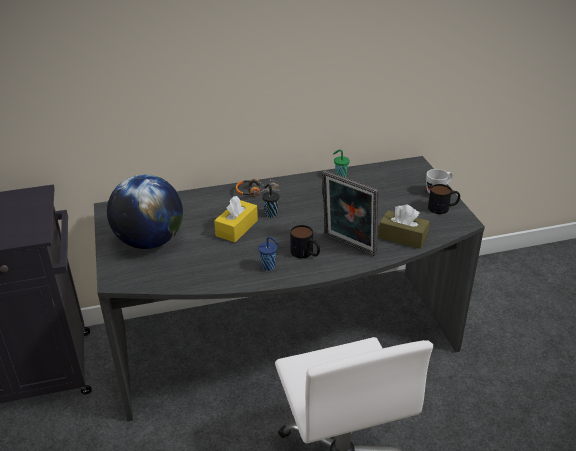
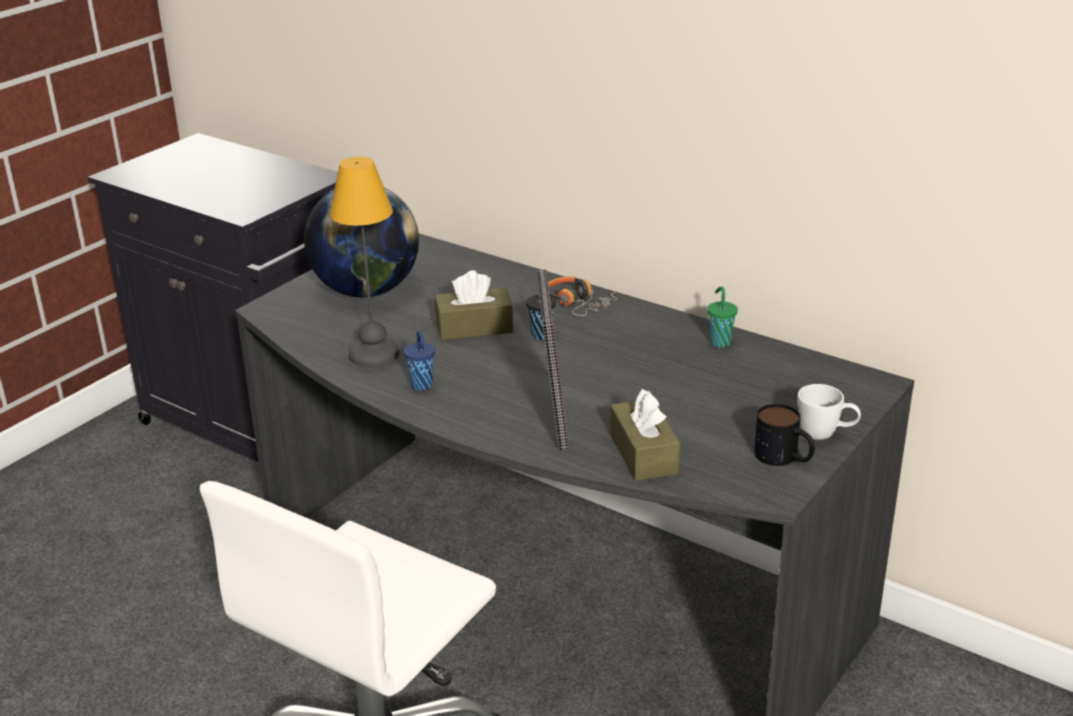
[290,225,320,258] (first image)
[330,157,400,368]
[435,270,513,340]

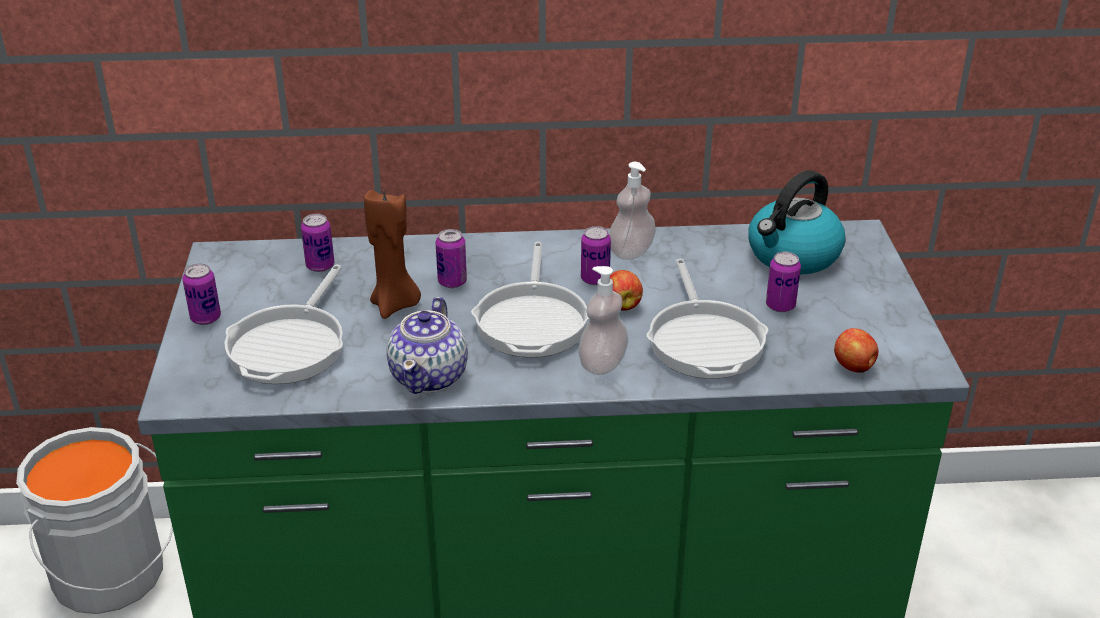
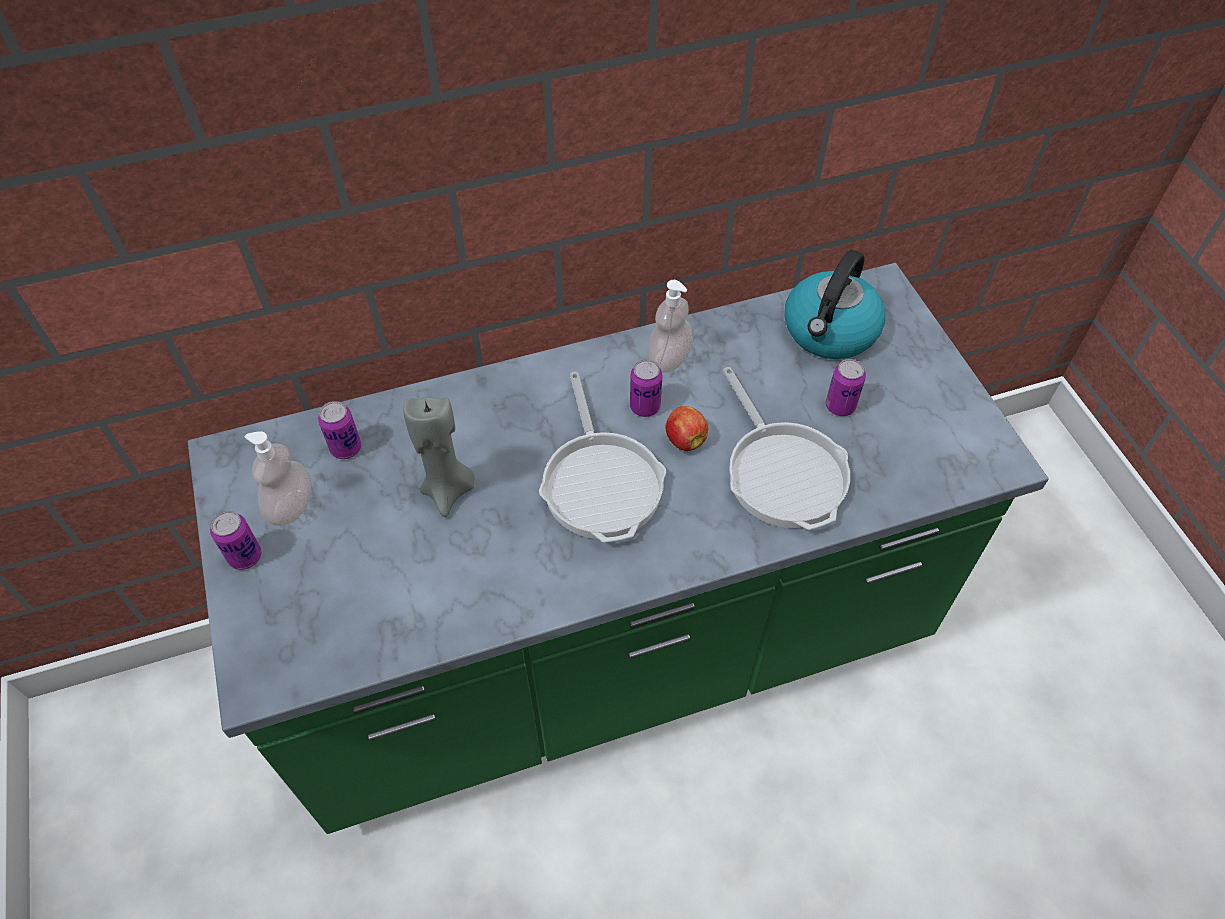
[16,427,173,614] (first image)
[225,265,343,384] (first image)
[386,297,468,394] (first image)
[436,229,467,288] (first image)
[834,328,878,373] (first image)
[244,431,311,526]
[403,397,474,517]

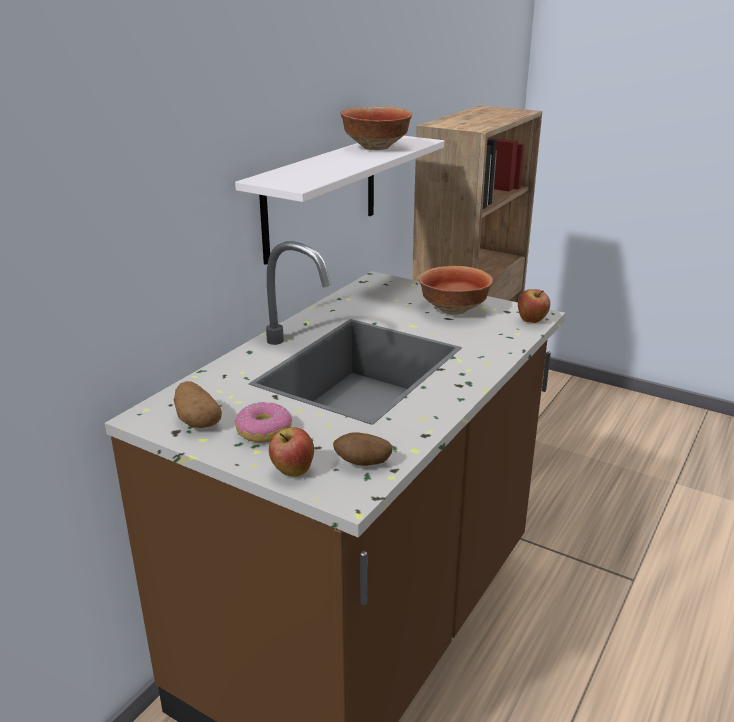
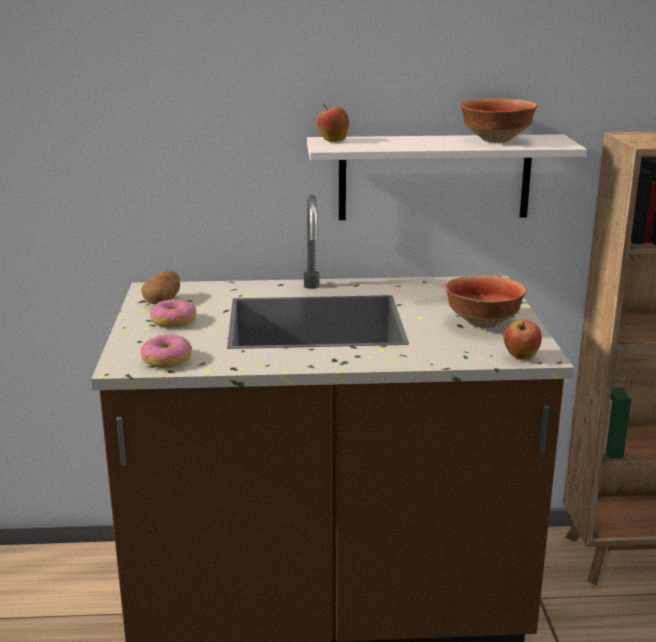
[316,103,349,142]
[141,334,192,368]

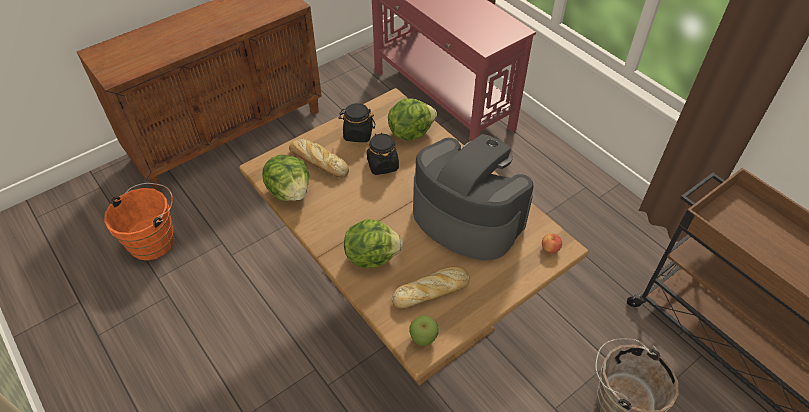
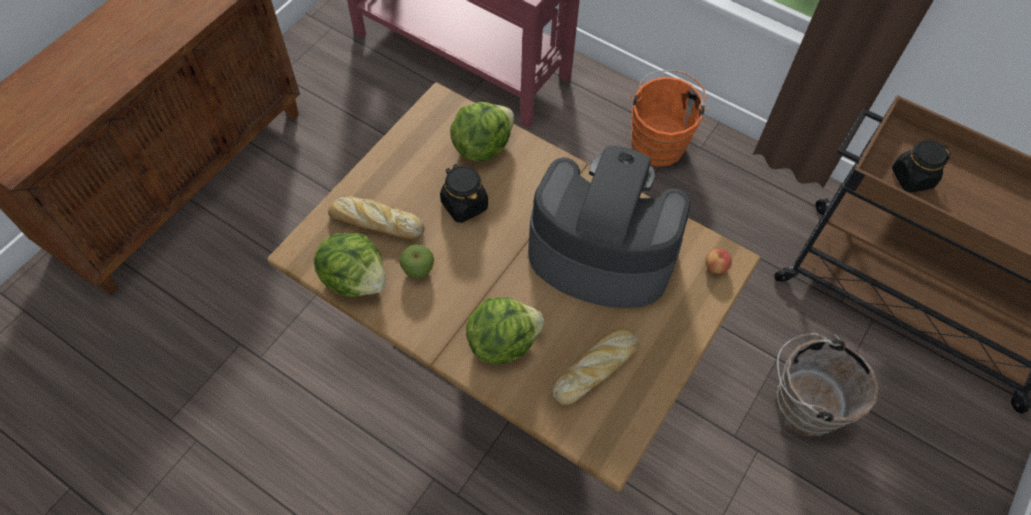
[631,70,710,167]
[892,140,951,192]
[399,244,434,279]

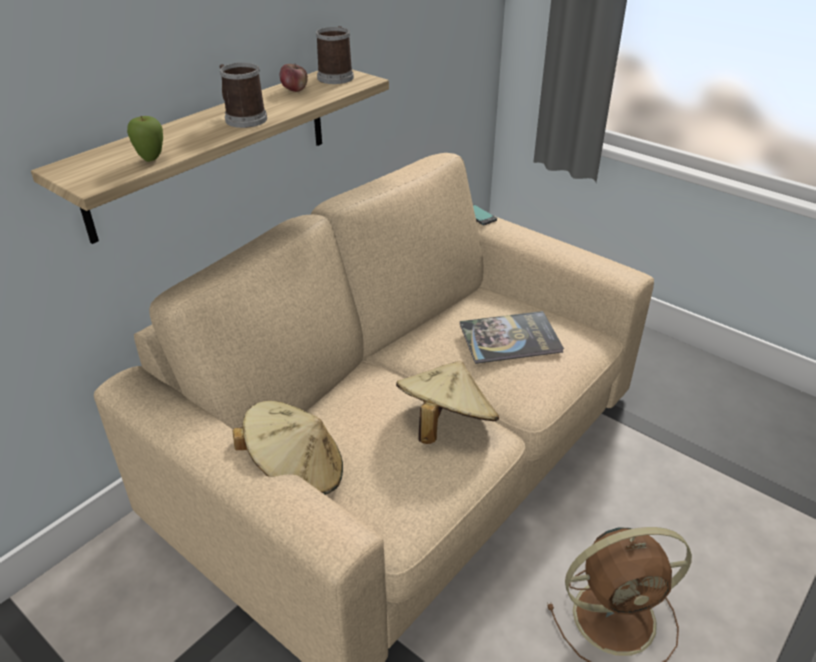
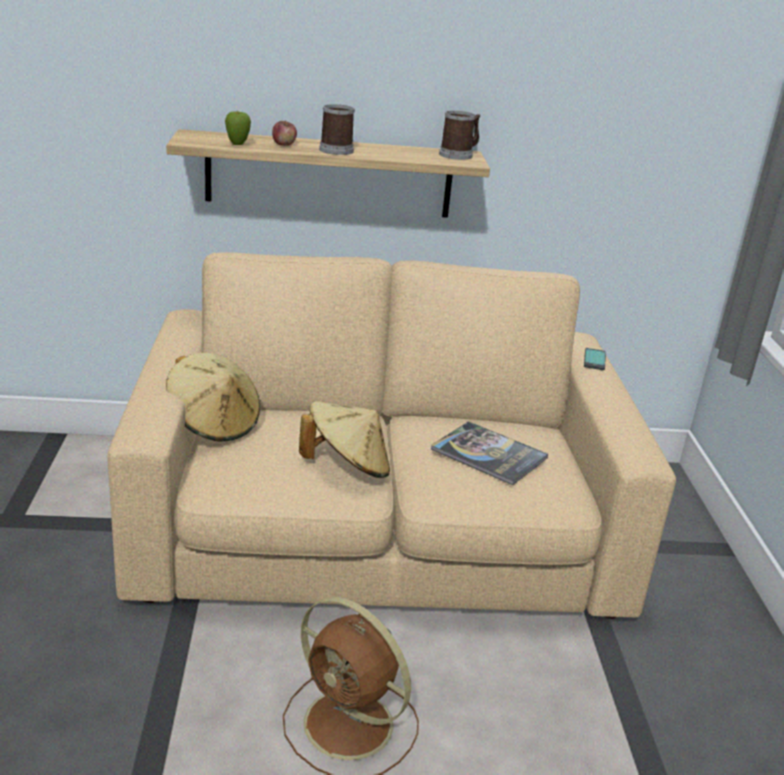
[272,121,297,146]

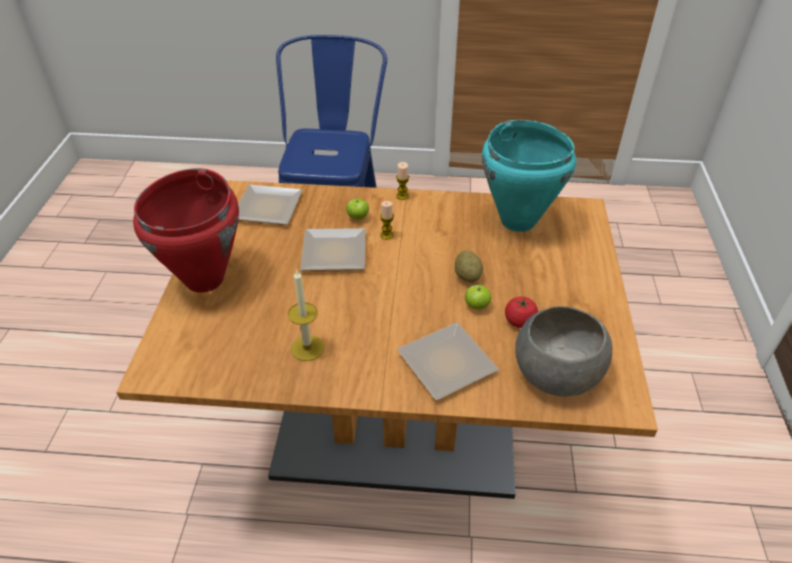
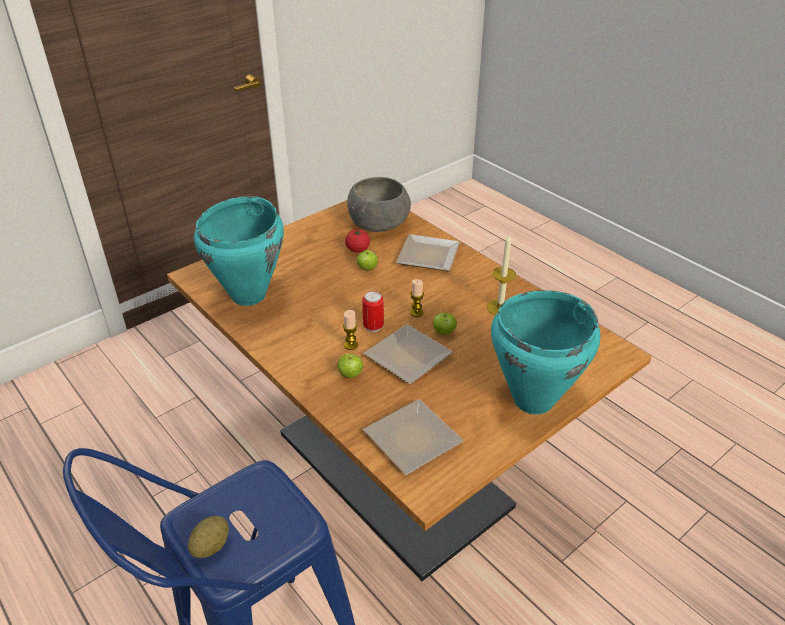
[362,291,384,332]
[433,311,457,335]
[410,279,424,317]
[188,516,229,558]
[491,290,600,414]

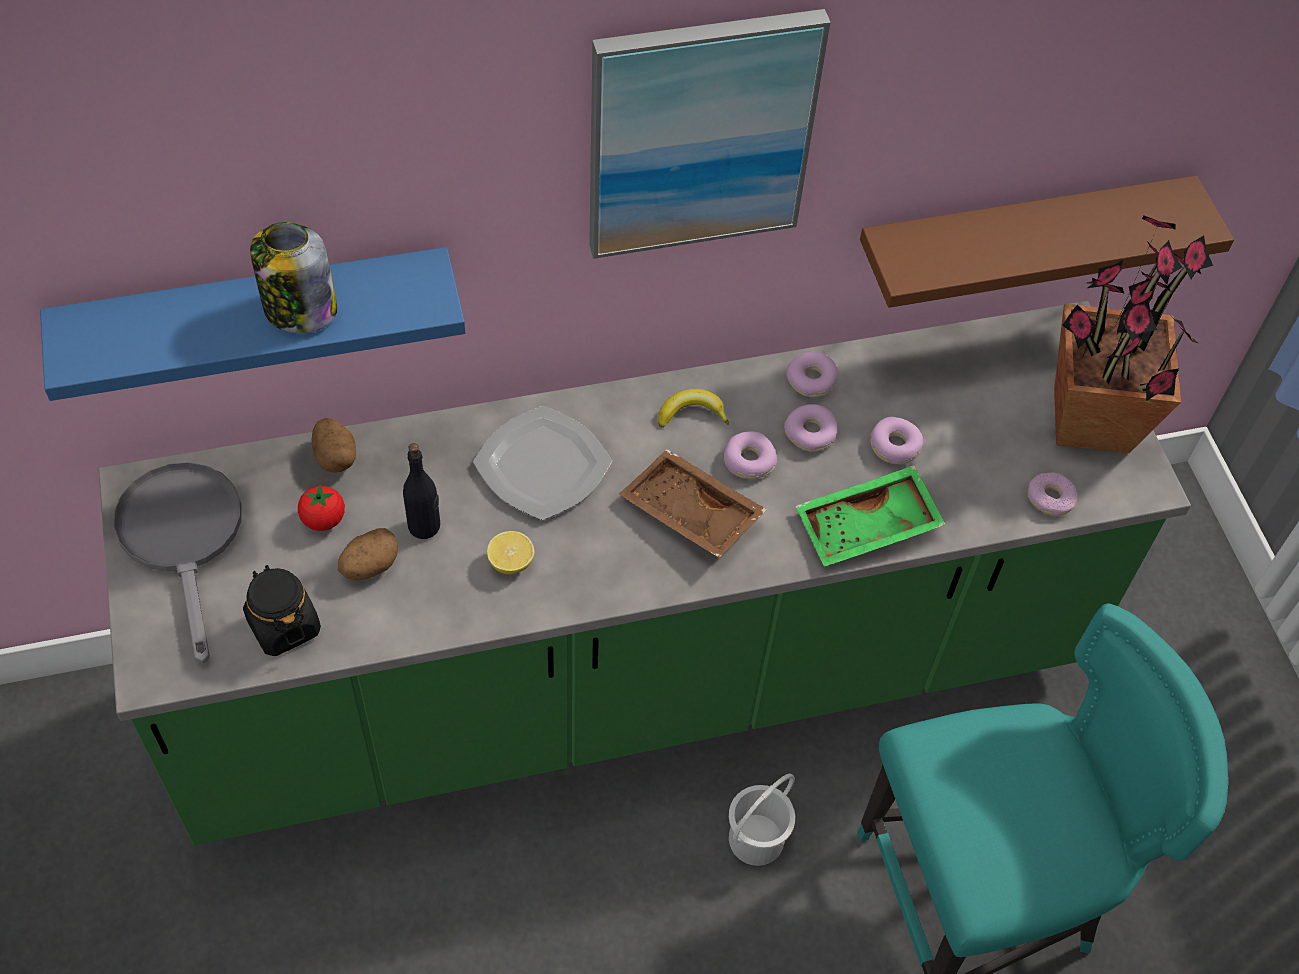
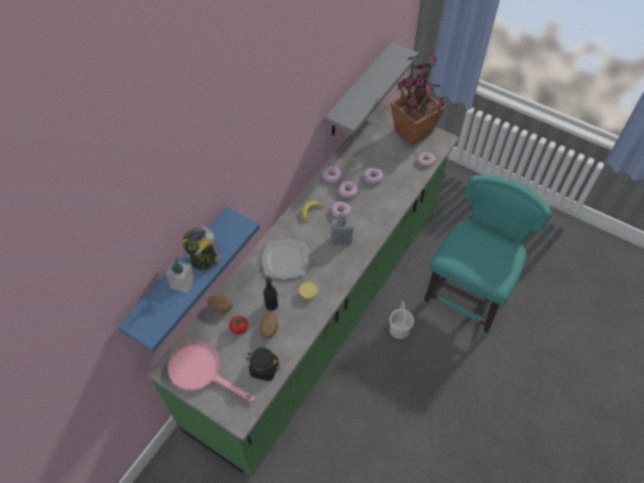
[589,9,830,259] (first image)
[796,465,946,567] (first image)
[166,258,195,293]
[330,213,354,245]
[168,341,255,402]
[325,42,419,136]

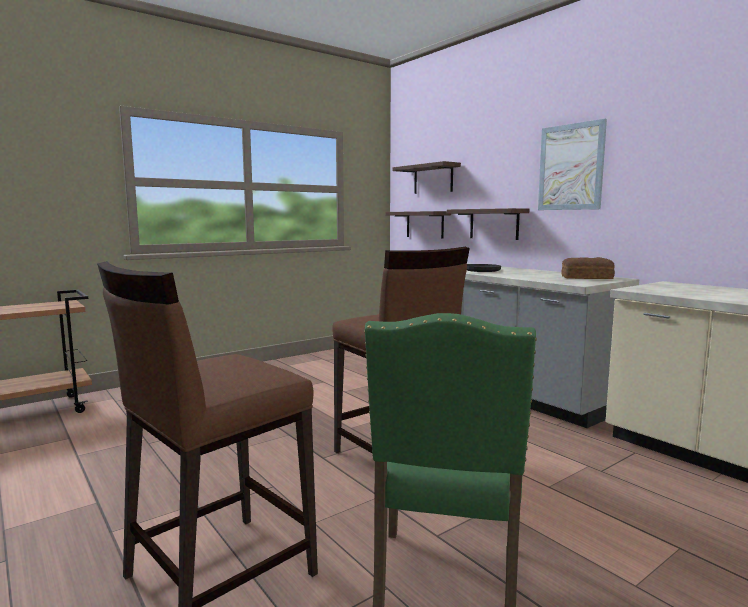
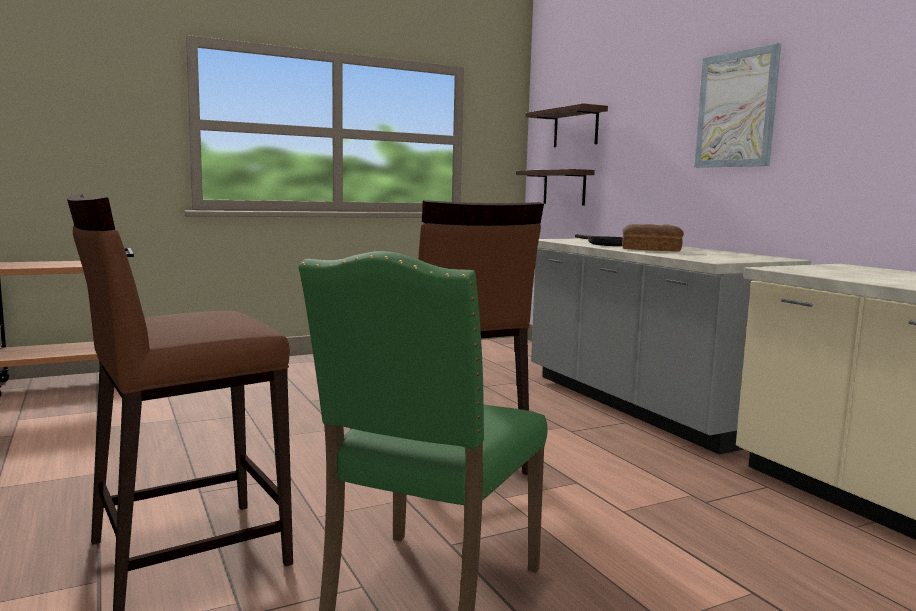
[447,208,529,240] (first image)
[622,224,684,252]

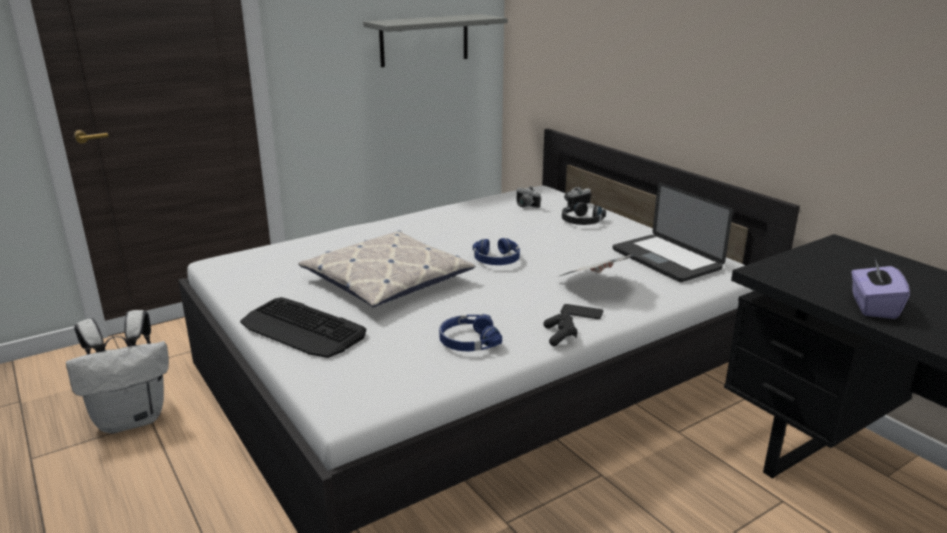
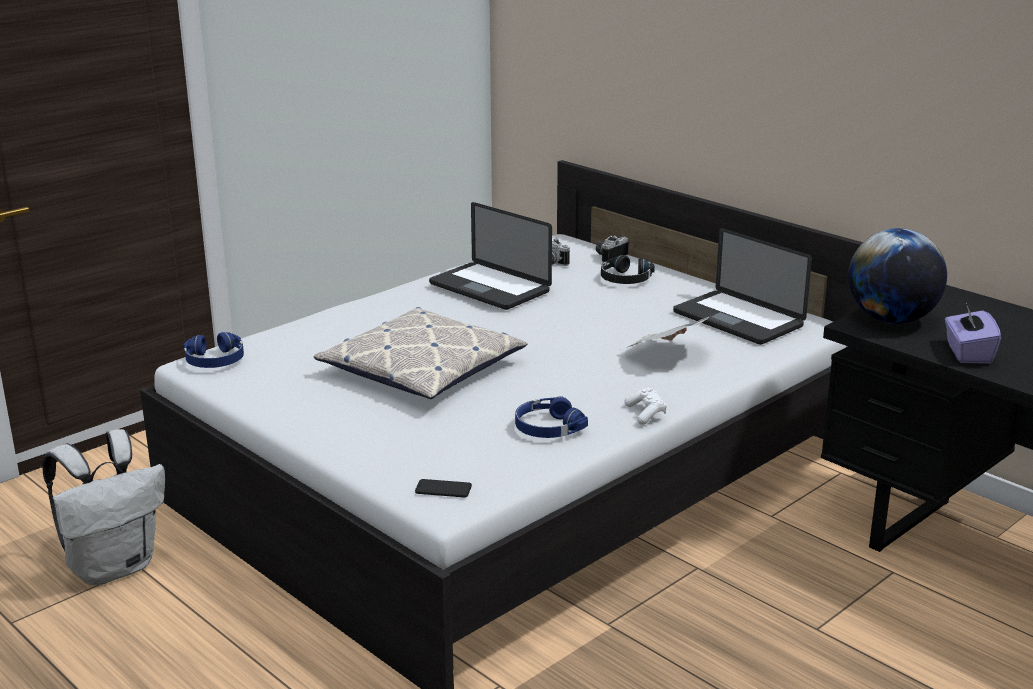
[240,297,366,358] (first image)
[363,14,507,67] (first image)
[429,202,552,310]
[848,228,947,324]
[184,332,244,368]
[415,479,472,497]
[624,388,667,425]

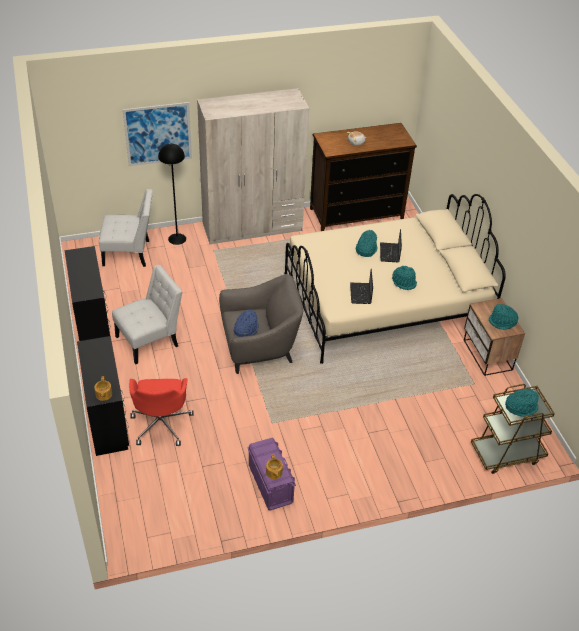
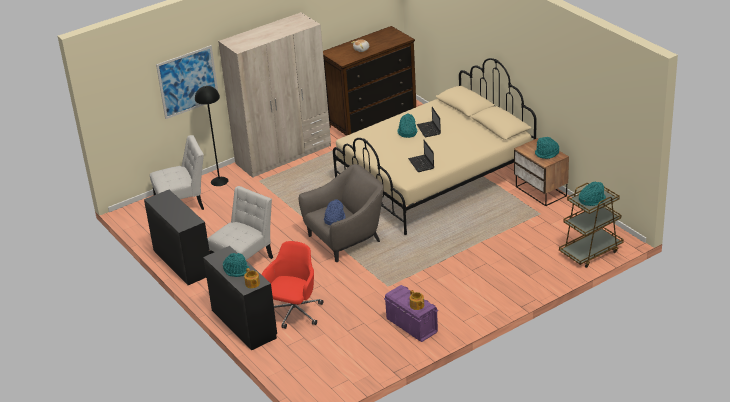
[223,253,250,277]
[261,241,323,329]

